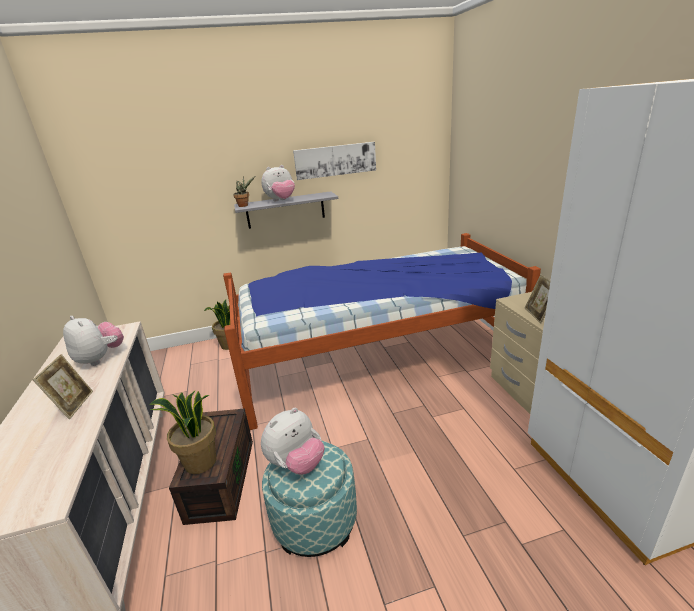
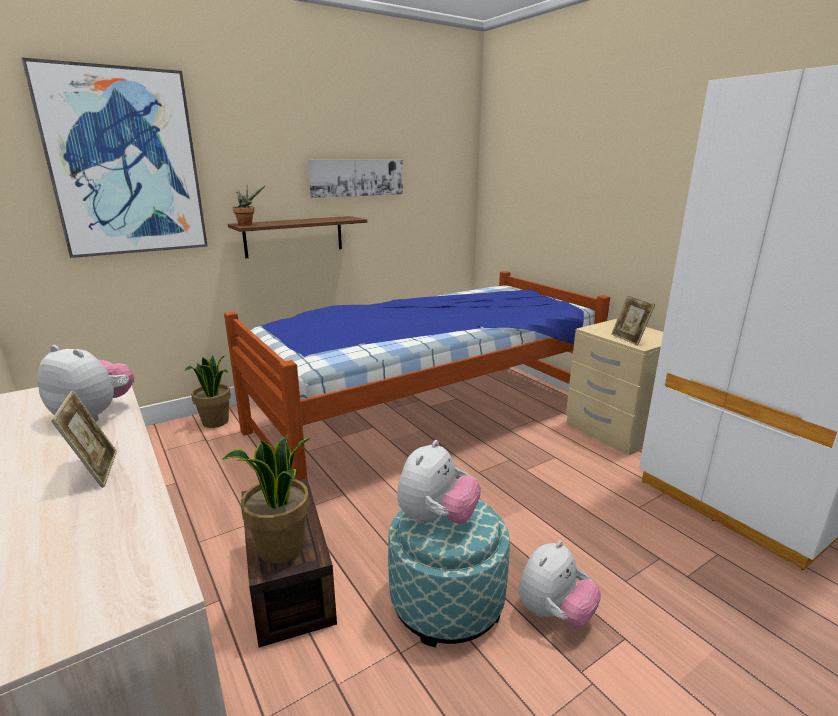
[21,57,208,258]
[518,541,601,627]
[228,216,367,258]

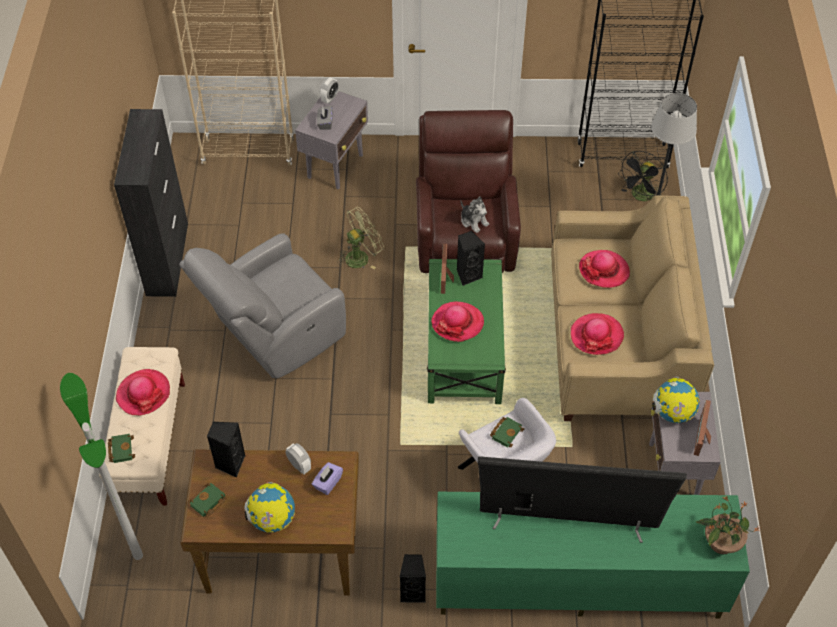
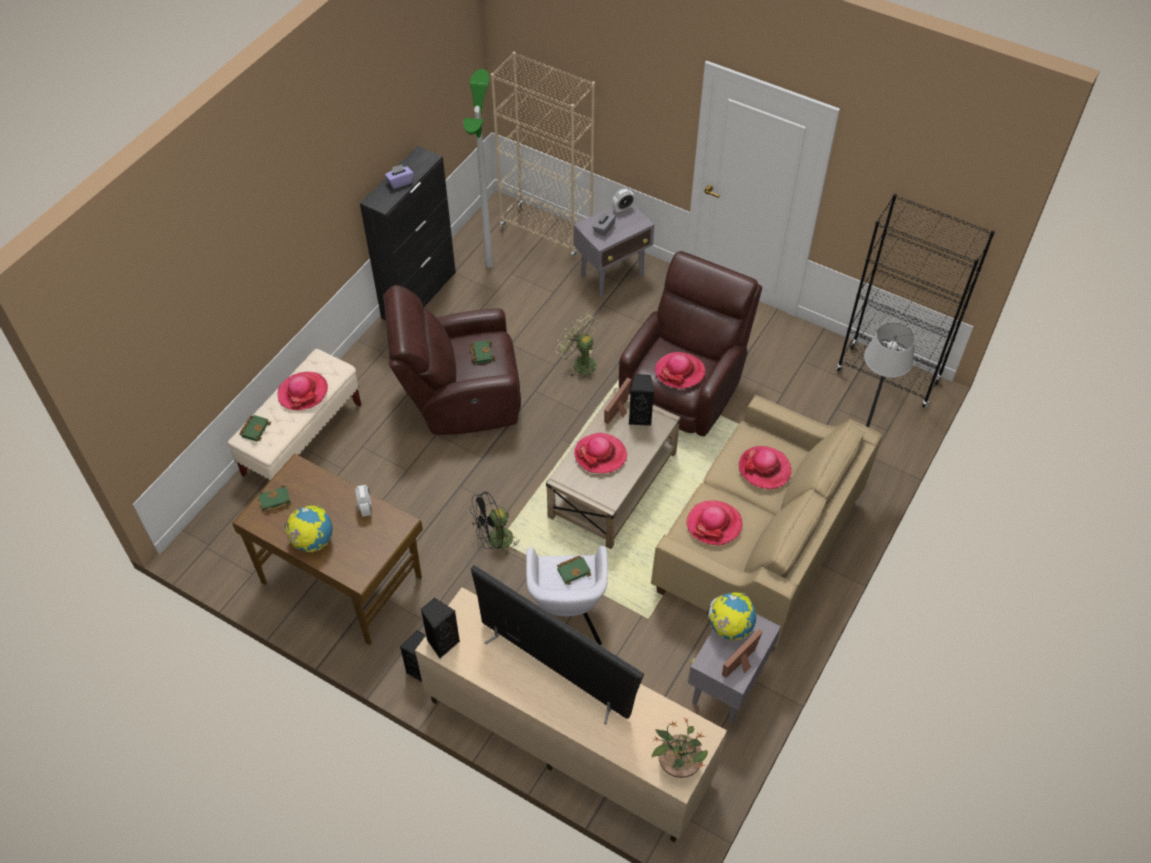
[470,340,495,364]
[463,69,493,267]
[421,598,460,659]
[385,164,414,189]
[470,491,520,557]
[655,352,705,389]
[383,285,521,435]
[546,388,681,549]
[415,587,727,842]
[556,313,598,380]

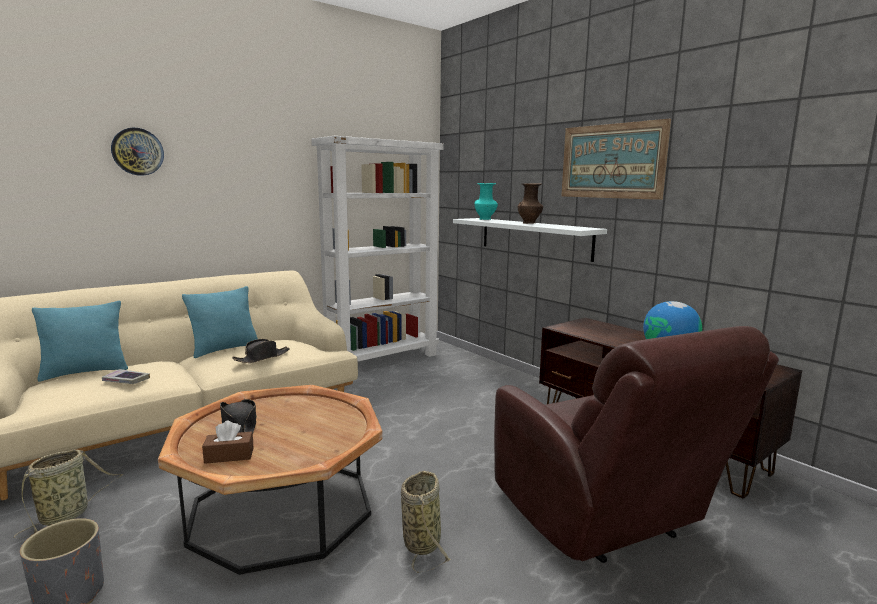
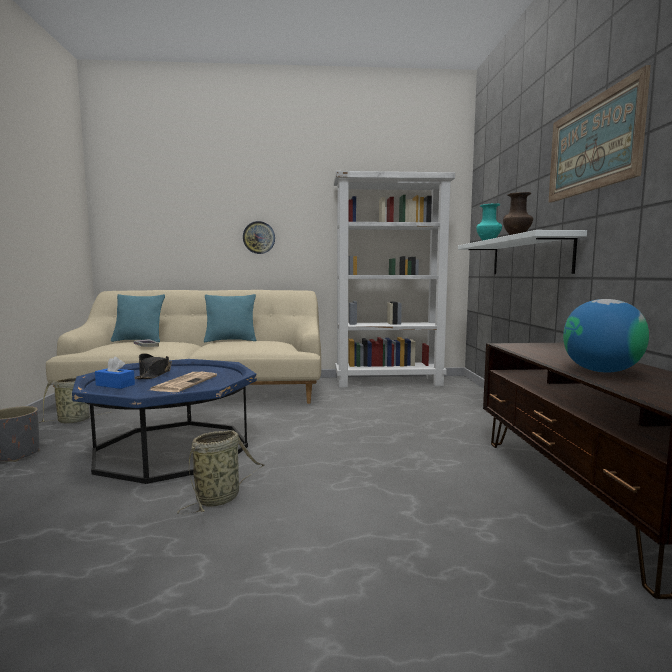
[232,339,290,363] (first image)
[494,326,779,563] (first image)
[150,372,217,392]
[243,221,275,254]
[72,359,257,484]
[95,357,135,389]

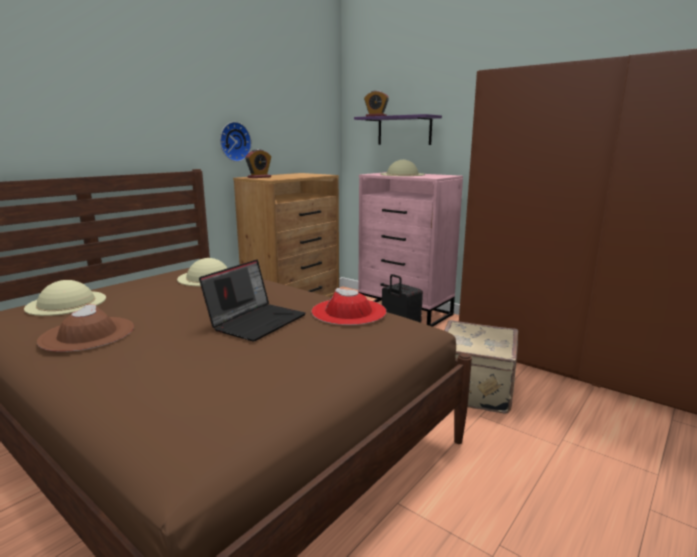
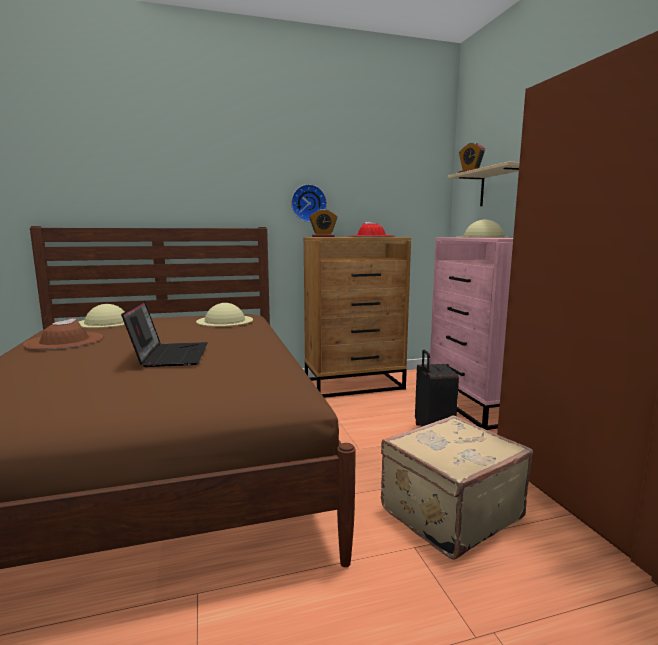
[349,222,394,237]
[447,162,520,206]
[121,300,208,367]

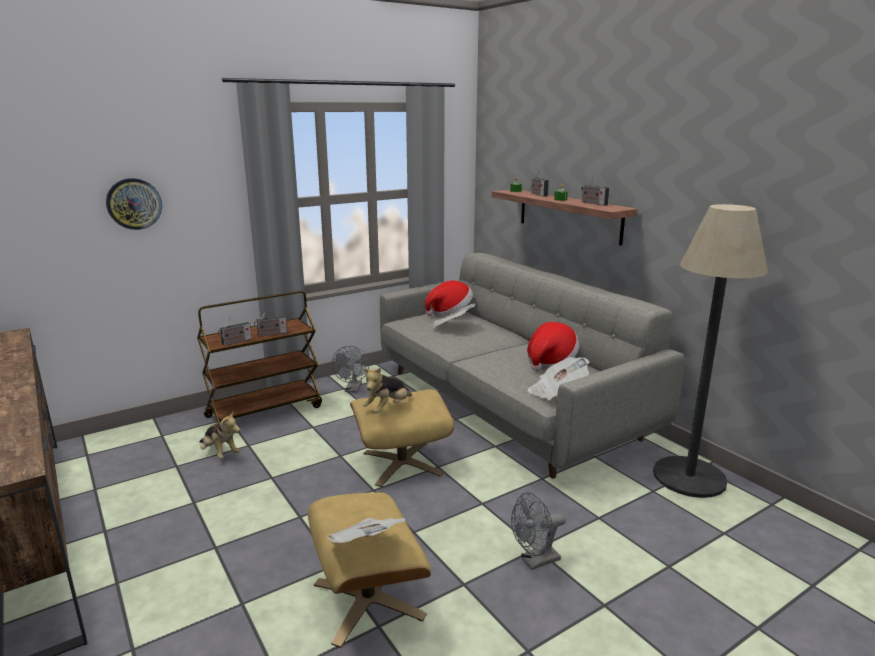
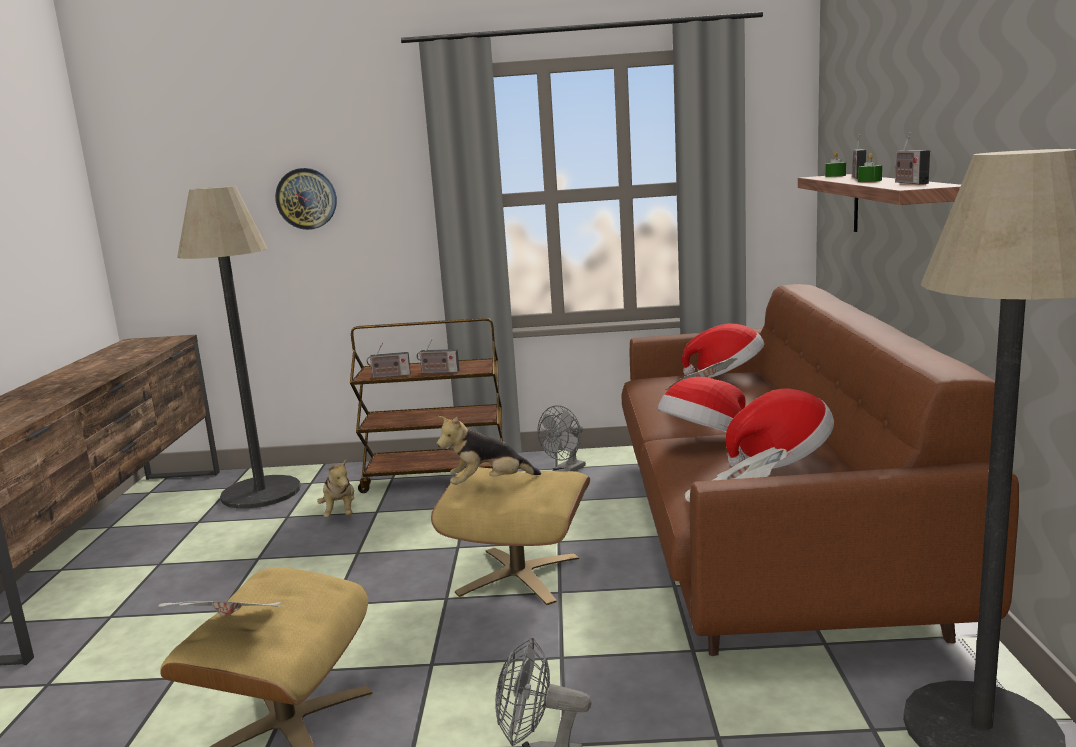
[177,186,301,509]
[658,377,745,432]
[621,284,1019,656]

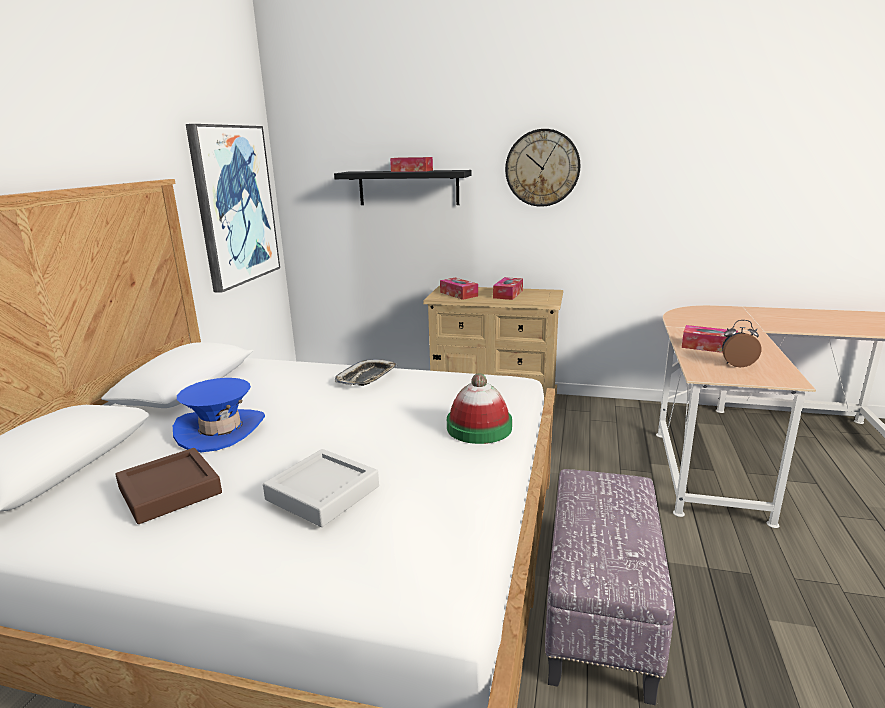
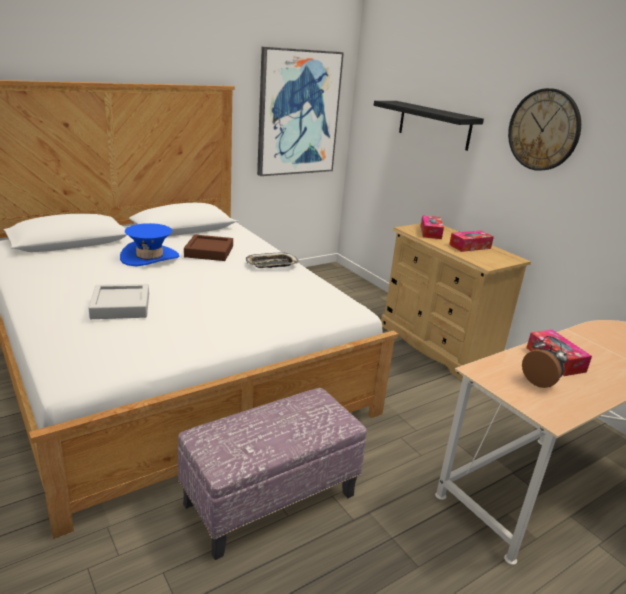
[390,157,433,172] (first image)
[447,373,512,444] (first image)
[184,235,233,261]

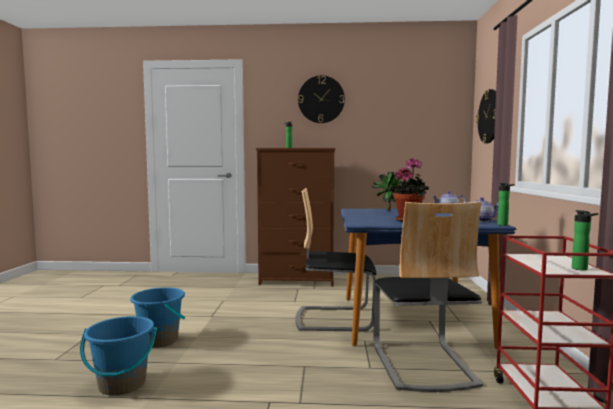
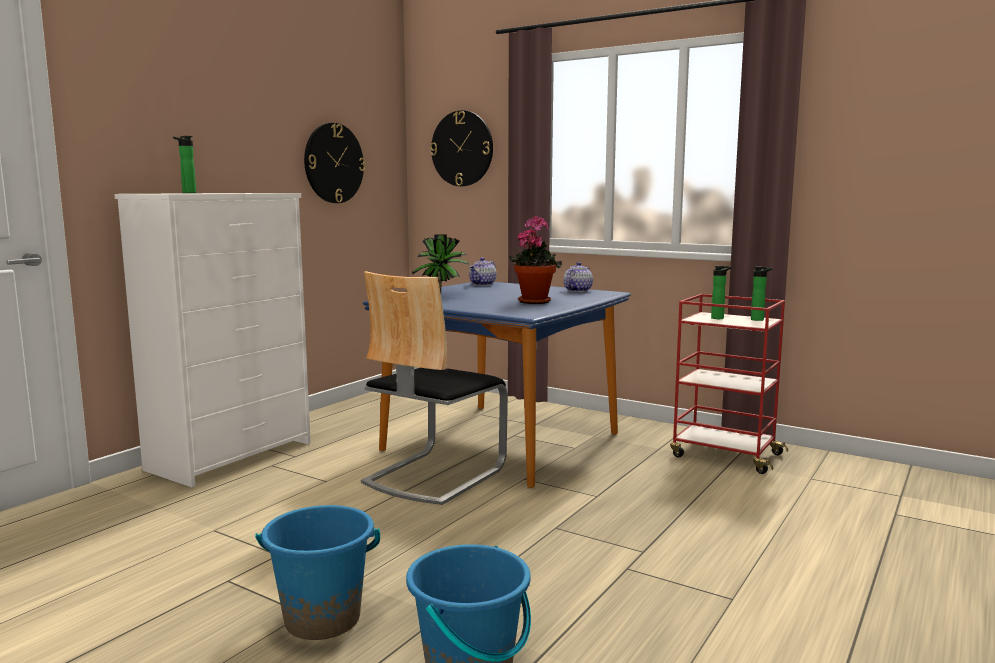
[373,201,483,392] (first image)
[304,123,365,203]
[711,266,731,319]
[114,193,311,487]

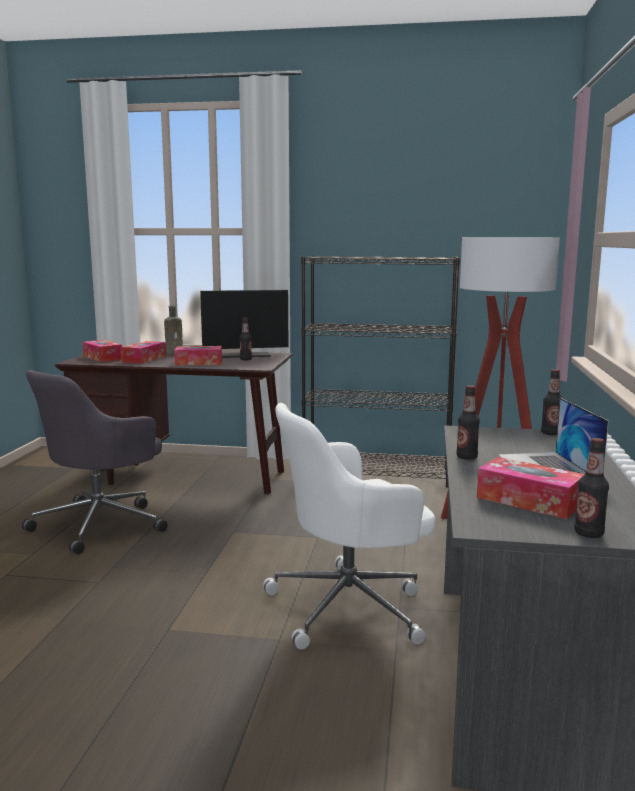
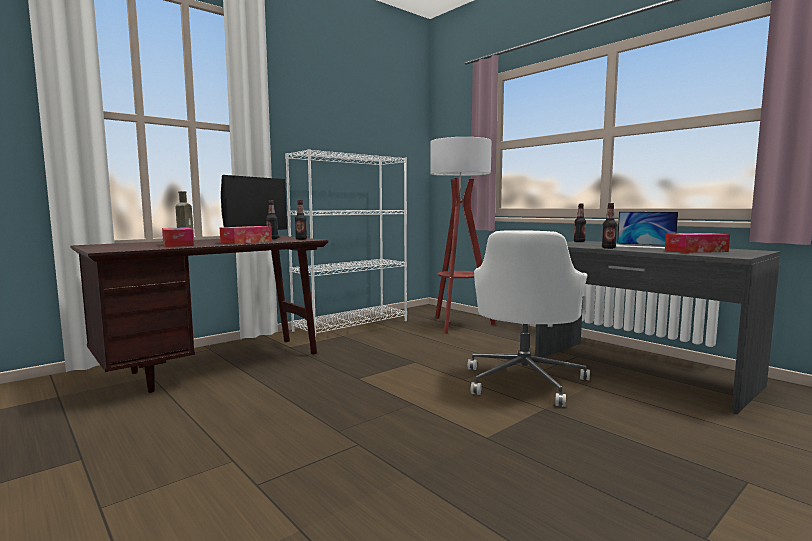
[22,370,168,555] (first image)
[82,340,122,362] (first image)
[295,200,307,240]
[285,149,407,336]

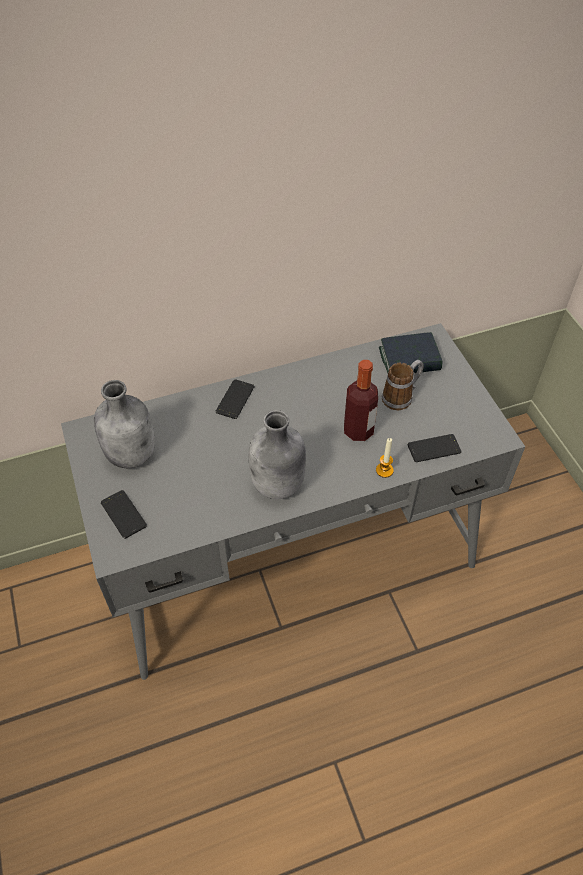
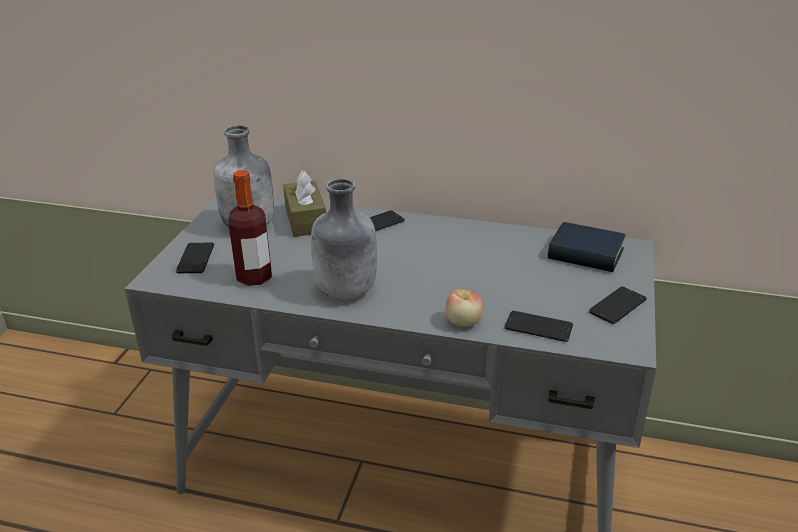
[382,360,424,410] (first image)
[283,170,326,237]
[589,287,647,324]
[228,170,272,286]
[446,289,484,326]

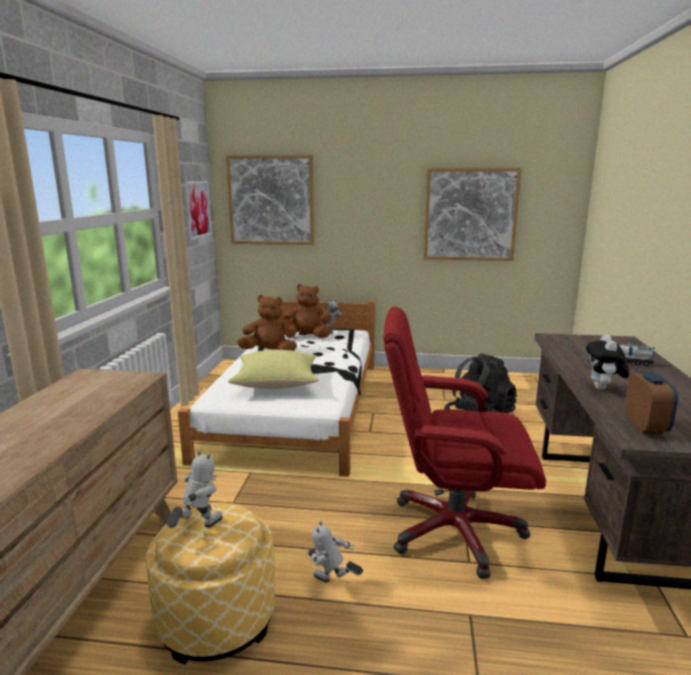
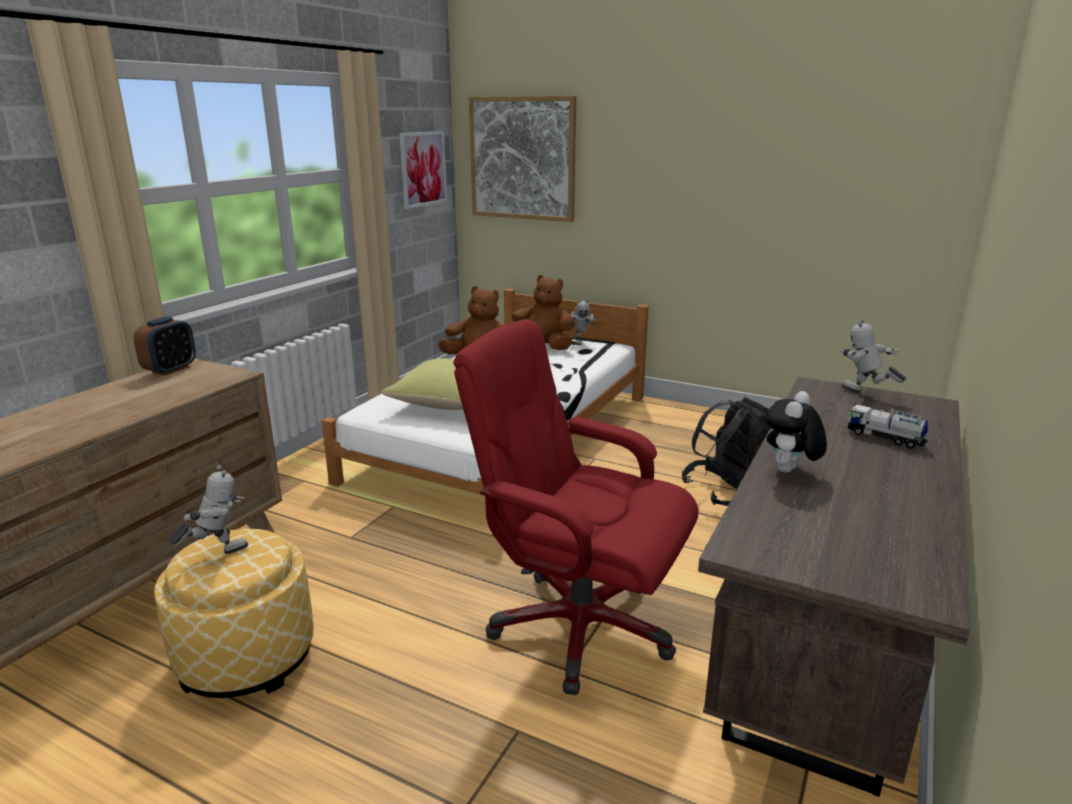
[424,168,522,261] (first image)
[840,318,906,393]
[134,316,196,376]

